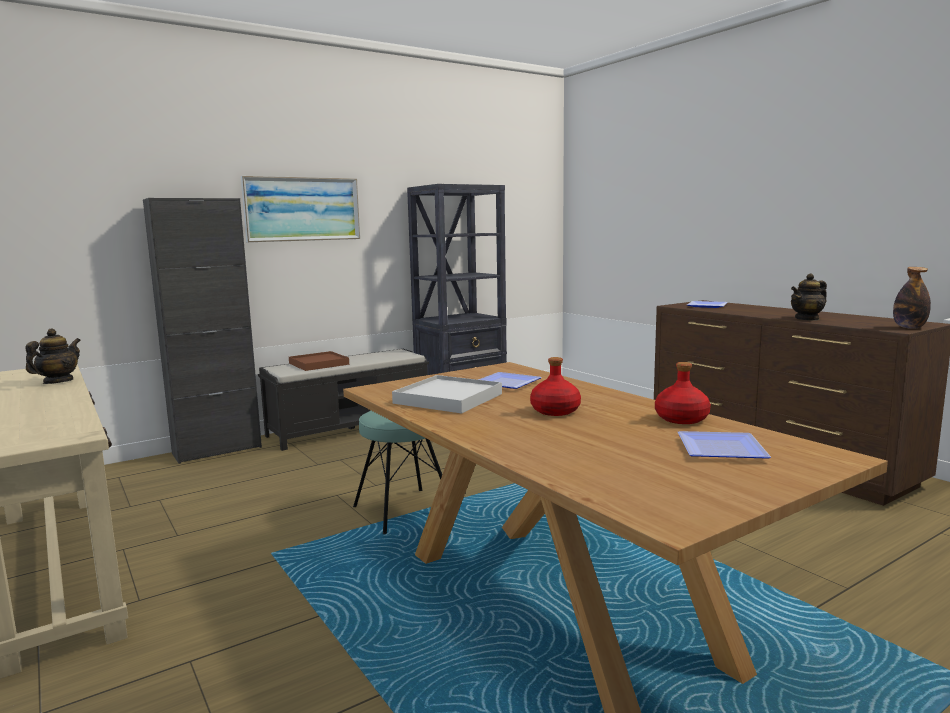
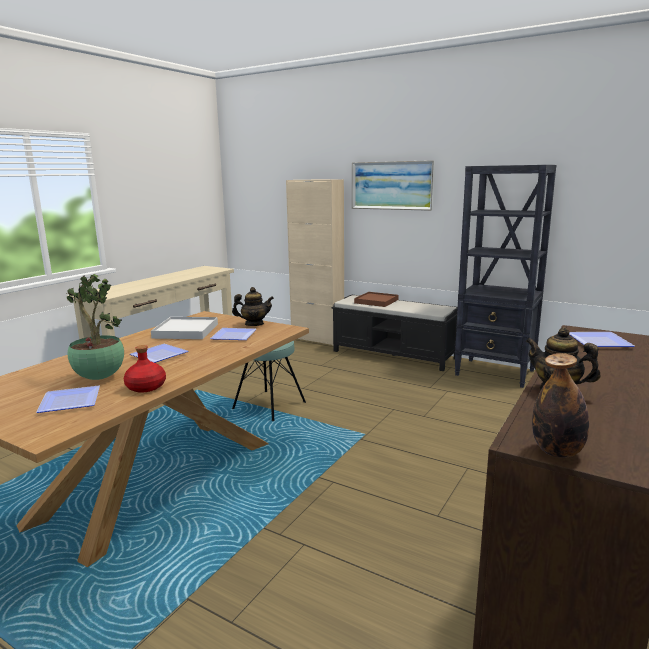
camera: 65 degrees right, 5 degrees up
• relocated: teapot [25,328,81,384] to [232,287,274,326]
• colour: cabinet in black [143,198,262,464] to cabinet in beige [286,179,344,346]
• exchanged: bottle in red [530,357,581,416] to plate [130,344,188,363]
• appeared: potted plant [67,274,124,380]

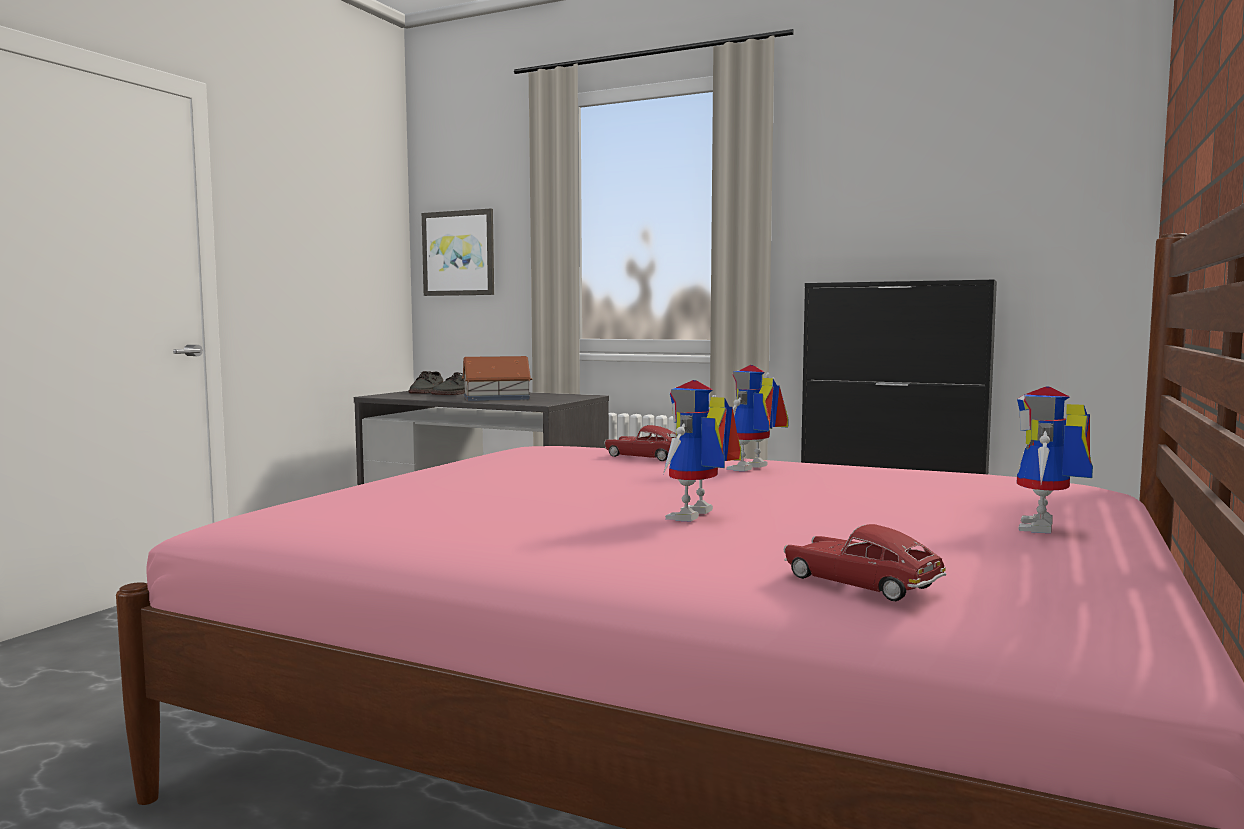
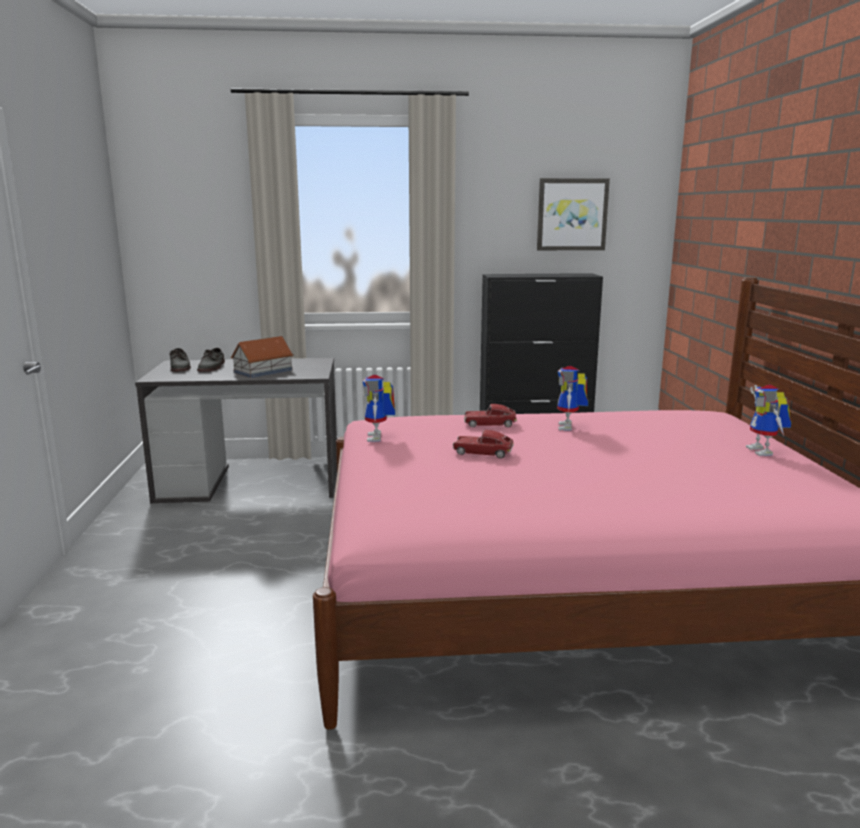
camera: 30 degrees left, 10 degrees up
• relocated: picture [422,209,494,296] to [537,178,610,250]
• relocated: toy robot [663,380,741,521] to [362,375,395,442]
• relocated: toy car [784,524,946,601] to [453,430,514,458]

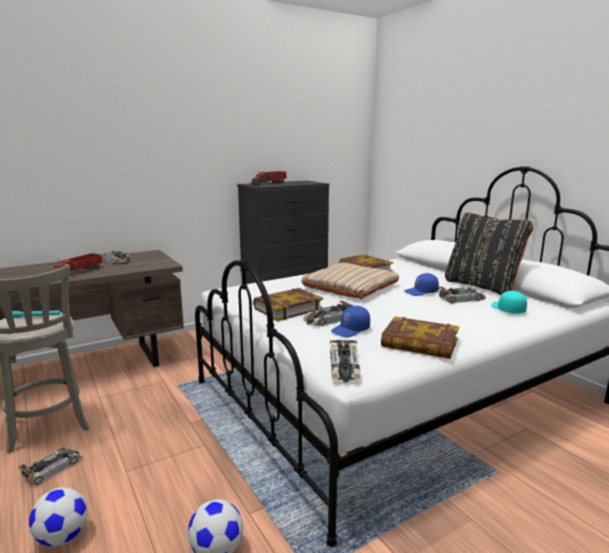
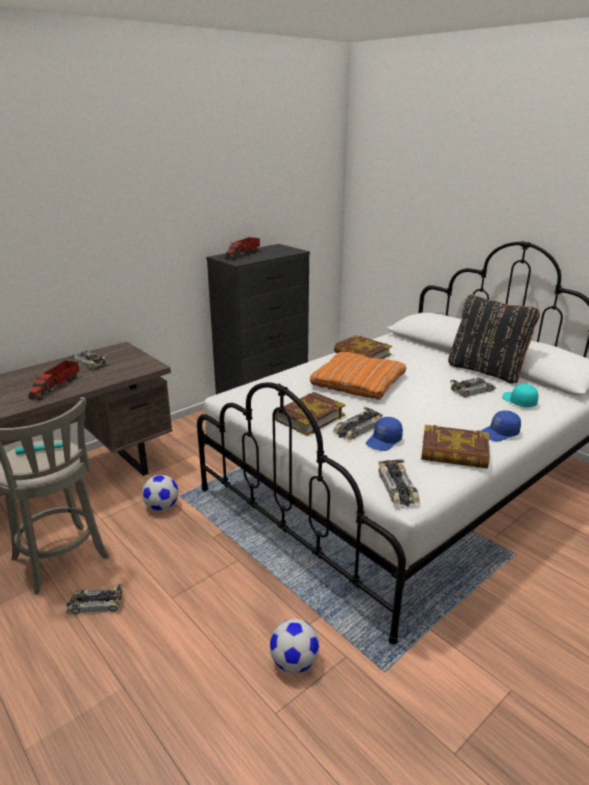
camera: 10 degrees left, 10 degrees up
• spun: toy car [18,447,83,485] = [65,584,123,614] 120 degrees counterclockwise
• relocated: football [29,487,88,546] to [142,475,179,511]
• colour: pillow in beige [301,263,399,299] to pillow in orange [310,352,406,400]
• relocated: cap in blue [404,273,439,296] to [481,410,521,441]

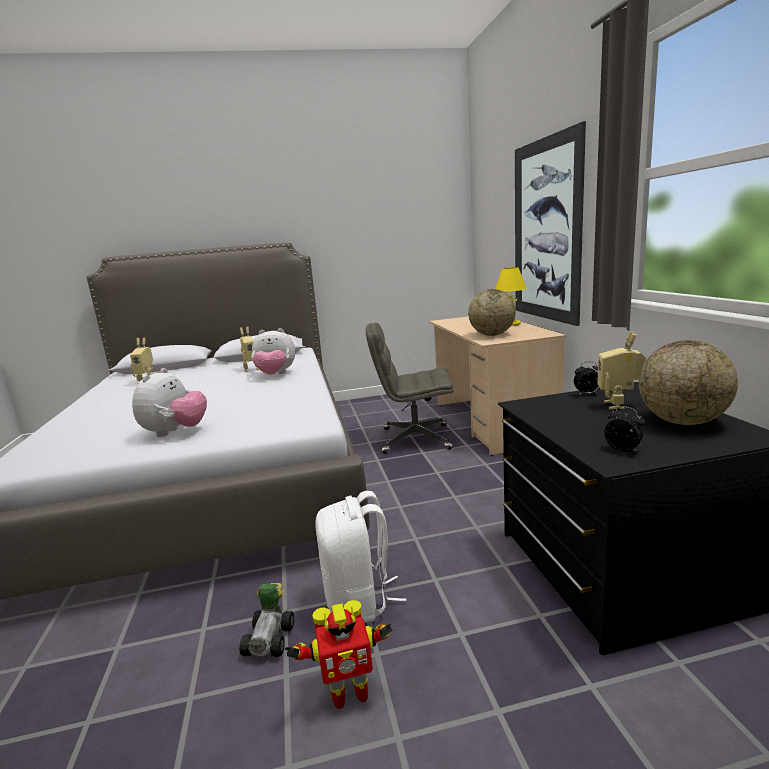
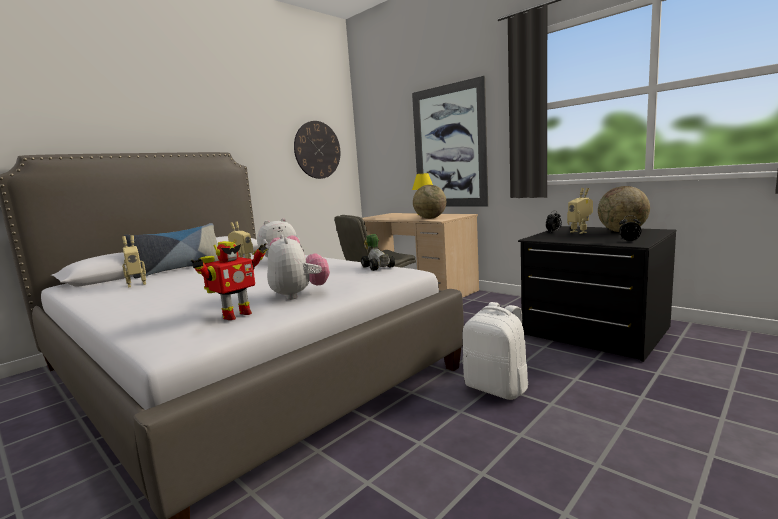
camera: 35 degrees left, 5 degrees down
• relocated: toy car [239,583,294,657] to [361,234,395,271]
• relocated: toy robot [284,600,393,709] to [191,241,268,320]
• appeared: pillow [124,223,219,278]
• appeared: wall clock [294,121,340,179]

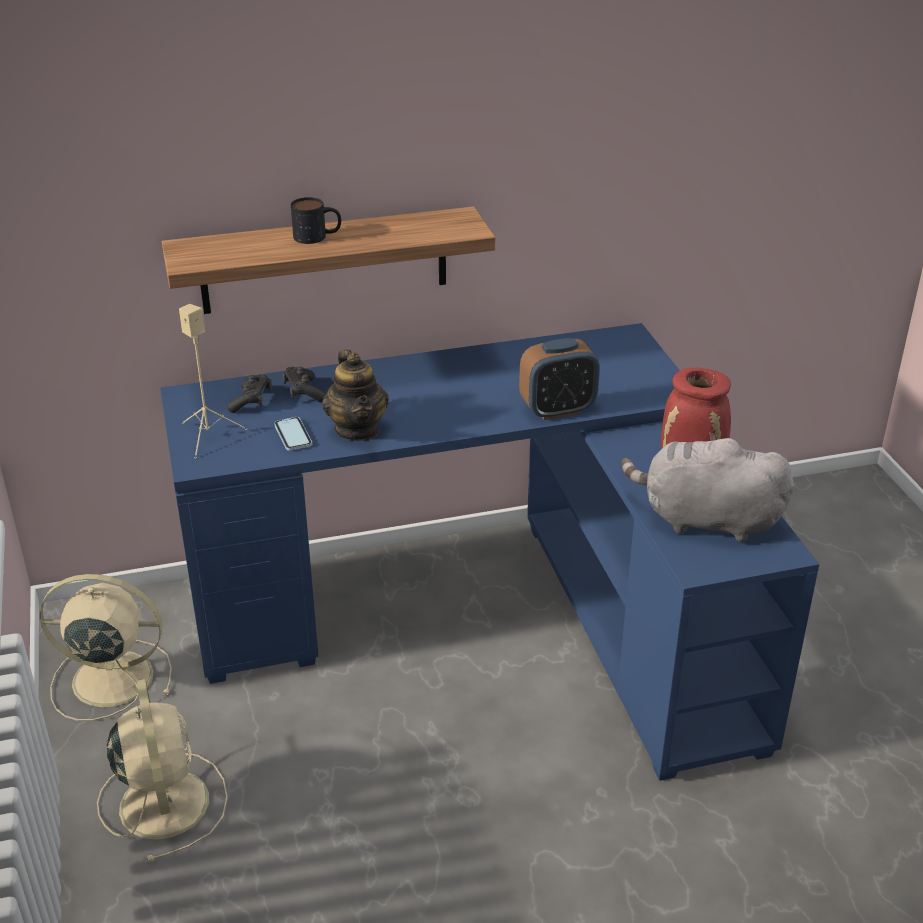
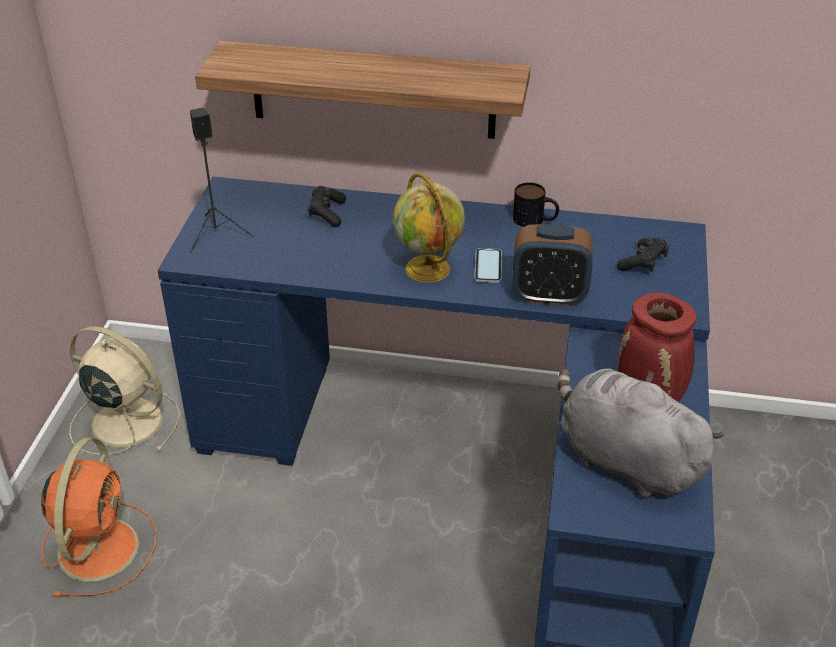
camera: 25 degrees right, 5 degrees up
• colour: fan in beige [97,679,228,862] to fan in orange [41,438,157,597]
• colour: speaker in beige [179,304,247,459] to speaker in black [190,107,253,253]
• relocated: game controller in black [227,374,272,413] to [617,237,669,272]
• relocated: phone [274,417,312,451] to [474,248,502,283]
• relocated: mug [291,197,341,244] to [513,182,559,227]
• missing: teapot [322,349,389,441]
• appeared: globe [393,173,465,283]

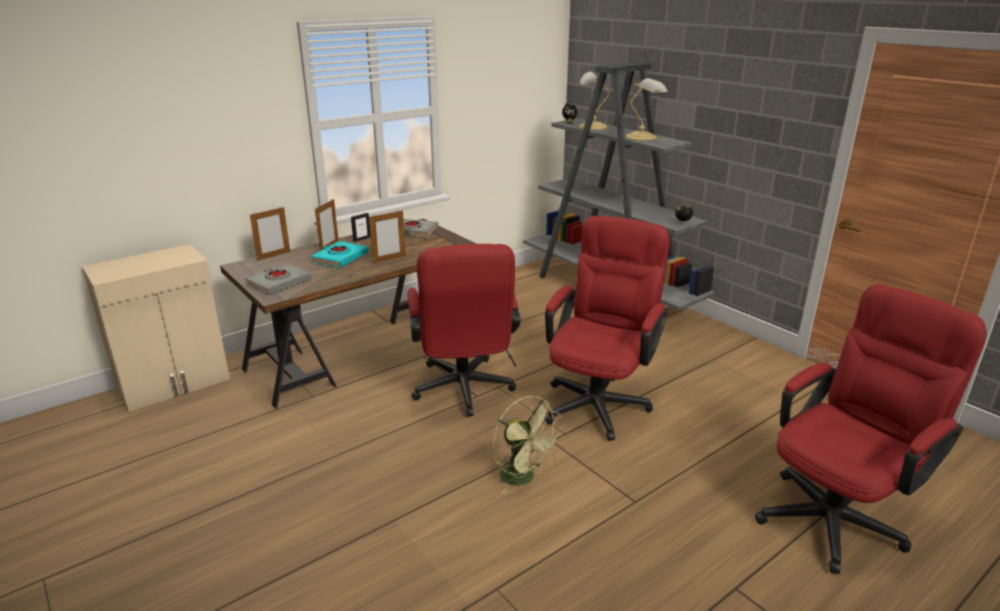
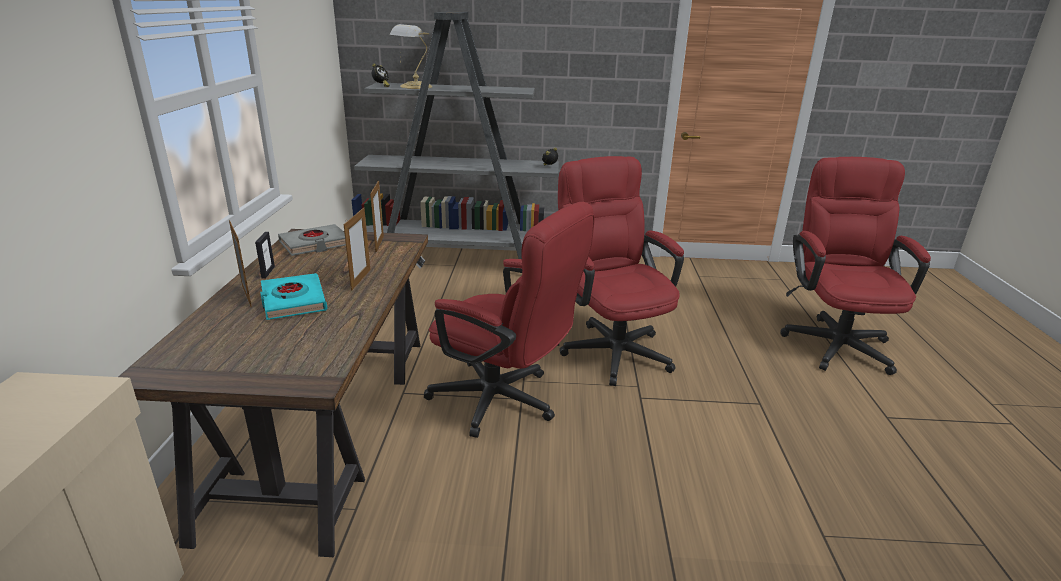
camera: 50 degrees left, 0 degrees up
• missing: book in grey [245,263,312,295]
• relocated: picture frame [250,207,290,261] to [370,181,384,252]
• missing: fan in green [493,396,563,495]
• missing: table lamp [626,78,668,140]

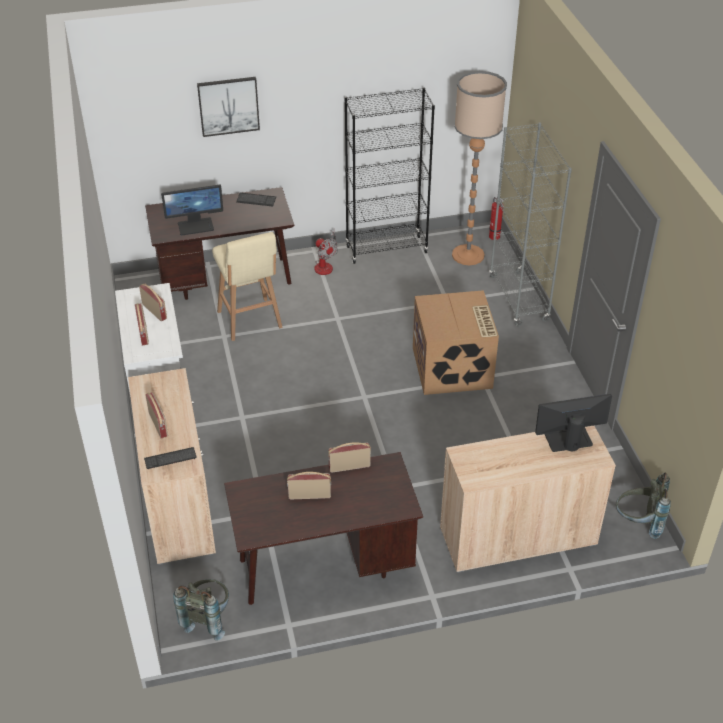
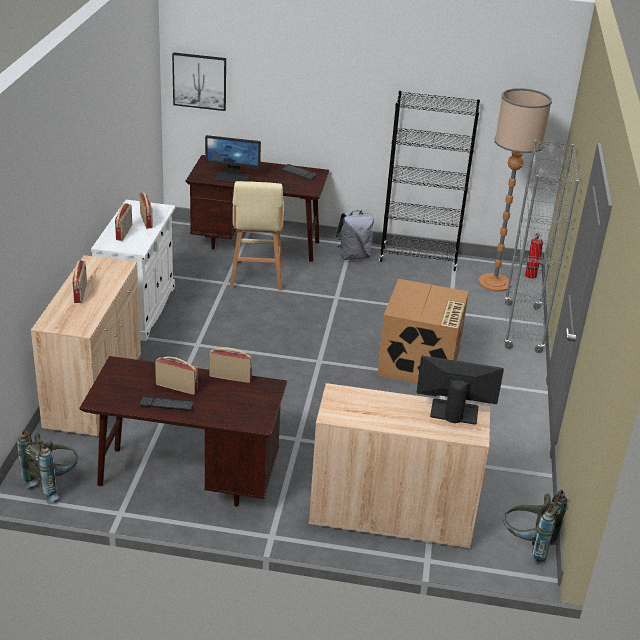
camera: 20 degrees right, 10 degrees down
• relocated: keyboard [144,447,197,469] to [139,396,195,412]
• relocated: picture [197,77,260,137] to [172,52,226,111]
• exchanged: fan [314,228,338,275] to backpack in grey [335,210,374,260]

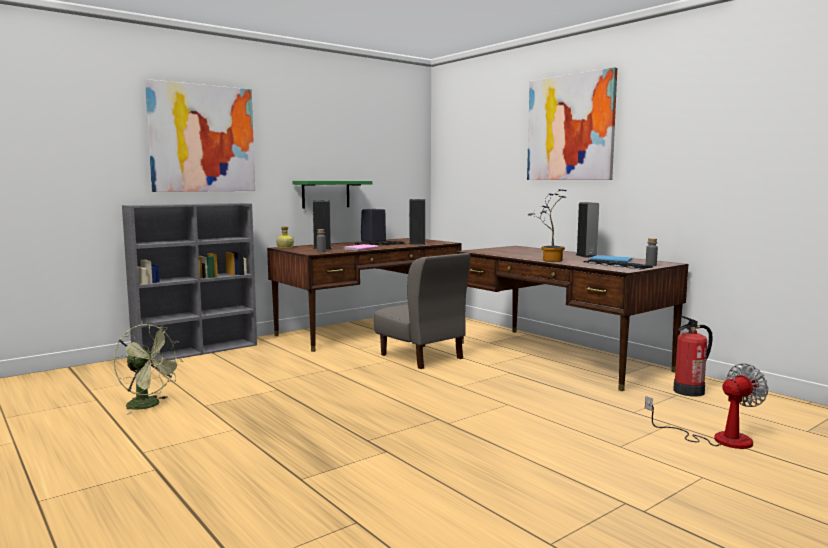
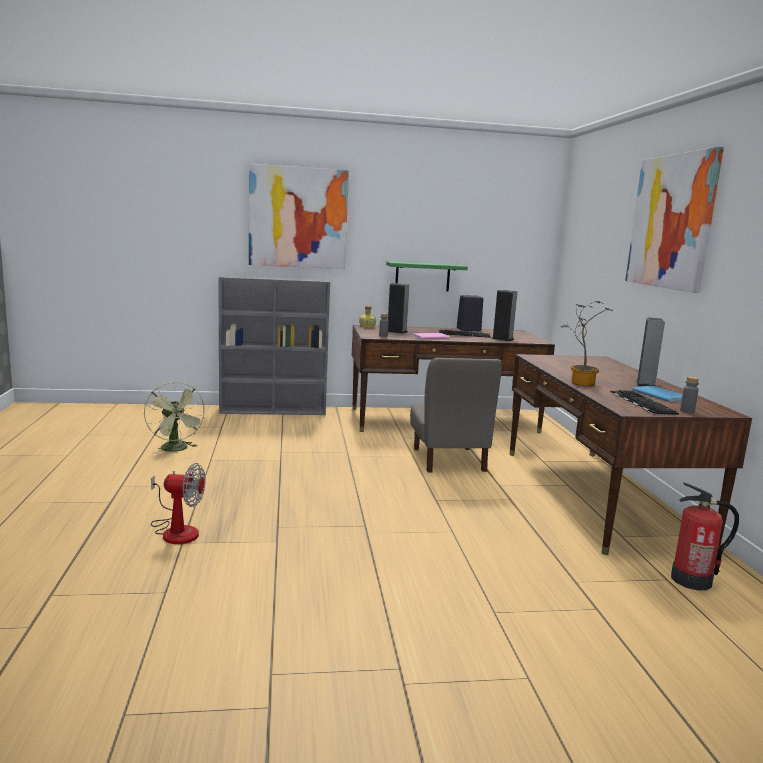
camera: 30 degrees right, 5 degrees up
• relocated: fan [645,363,768,449] to [151,463,206,544]

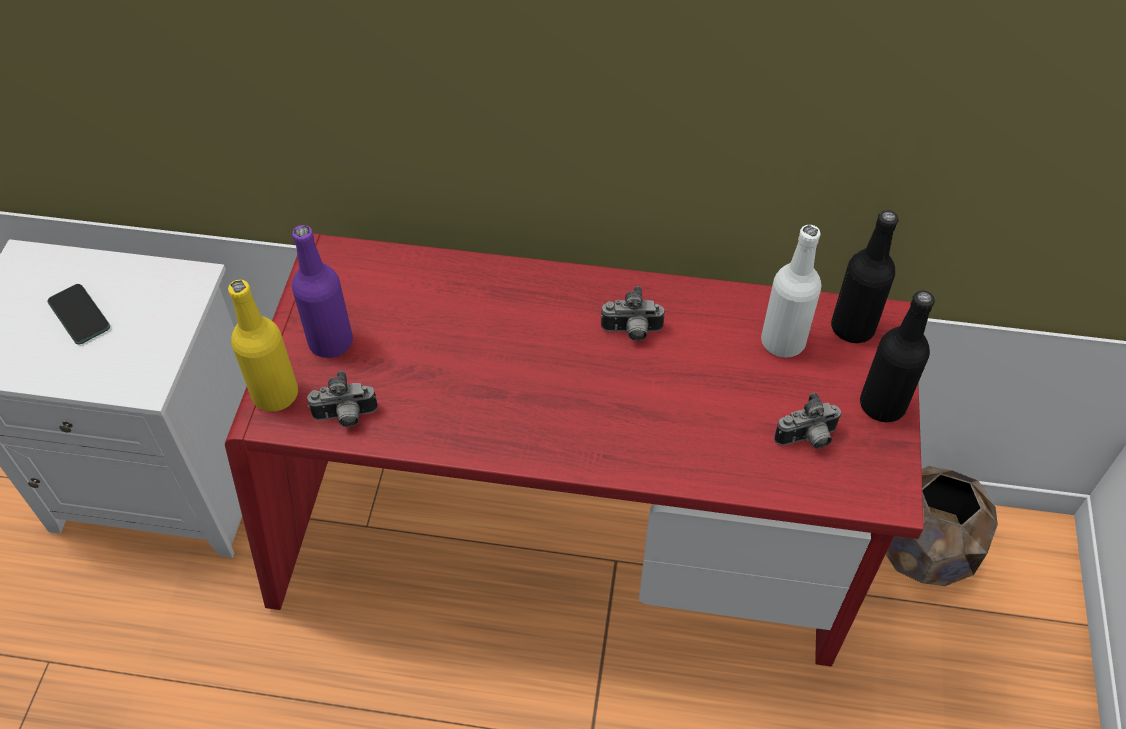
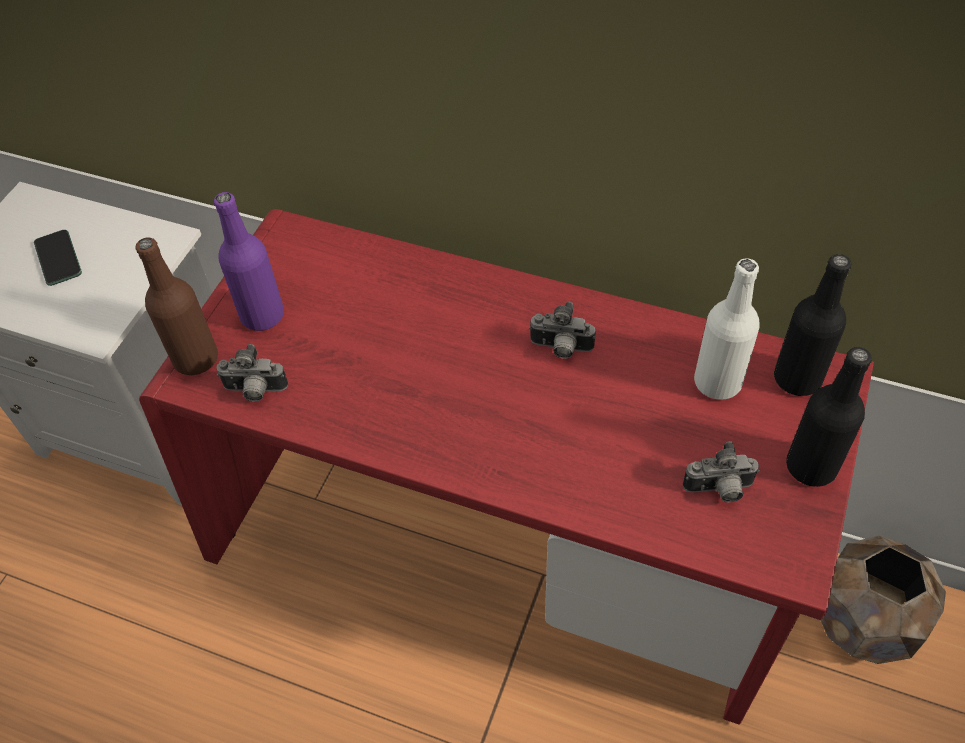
camera: 15 degrees right, 0 degrees up
• colour: bottle in yellow [228,280,298,412] to bottle in brown [136,238,218,375]

